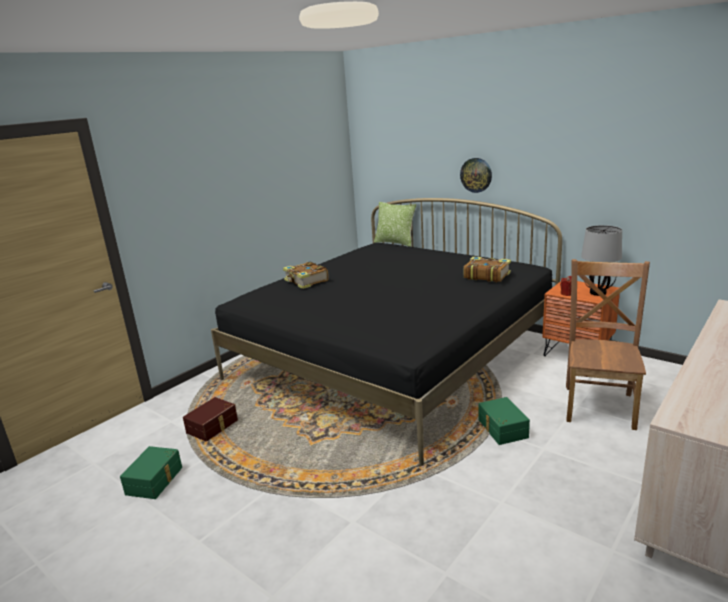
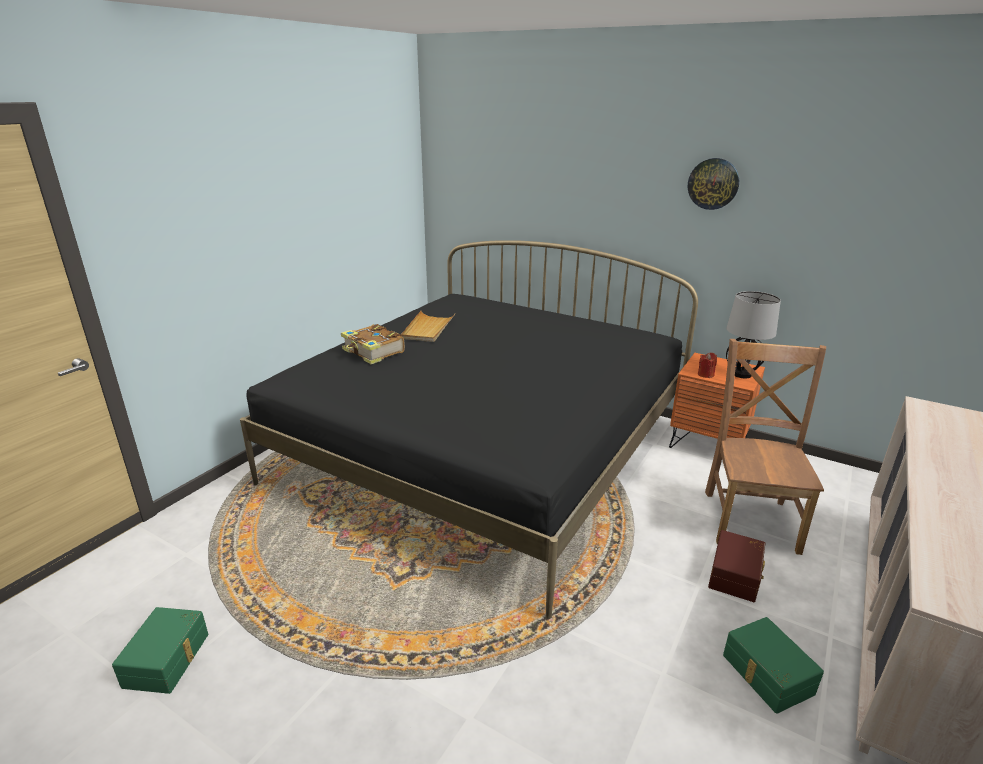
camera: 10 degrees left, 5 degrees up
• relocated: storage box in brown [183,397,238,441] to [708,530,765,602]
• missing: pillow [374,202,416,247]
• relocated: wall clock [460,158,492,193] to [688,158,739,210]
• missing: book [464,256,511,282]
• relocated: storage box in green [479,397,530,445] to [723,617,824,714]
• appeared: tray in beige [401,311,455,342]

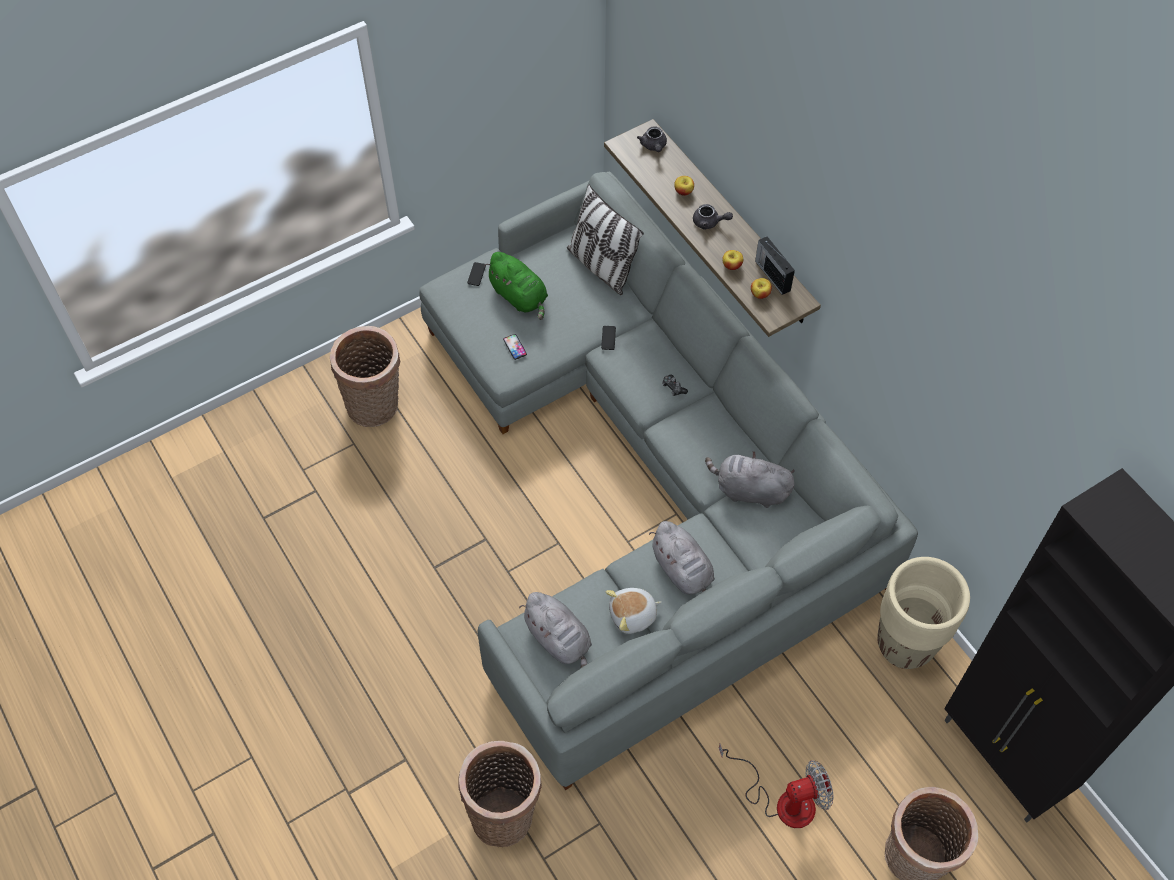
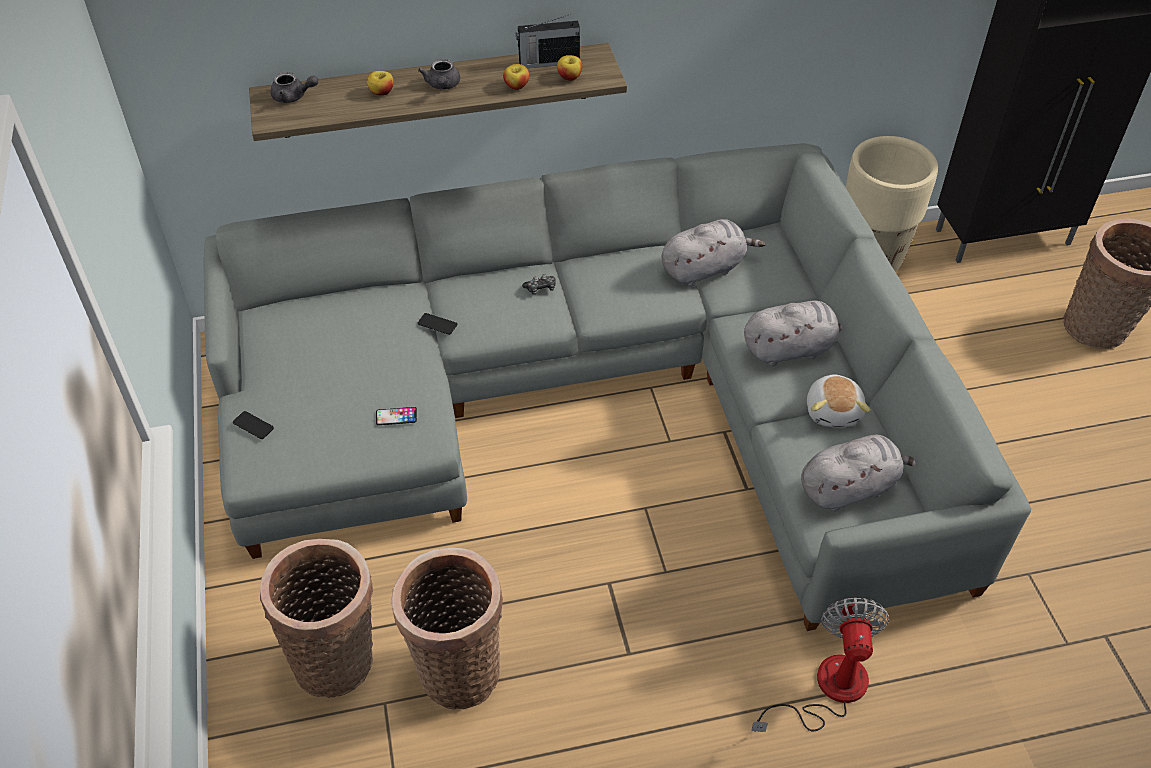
camera: 70 degrees left, 10 degrees down
• relocated: basket [458,741,542,847] to [391,548,503,709]
• missing: plush toy in green [484,252,548,320]
• missing: pillow [567,185,644,295]
• spun: teapot in grey [693,204,733,230] = [418,59,460,89] 135 degrees clockwise
• spun: plush toy in grey [705,451,795,508] = [662,219,766,287] 150 degrees counterclockwise
• relocated: fan [719,744,834,828] to [751,598,889,732]

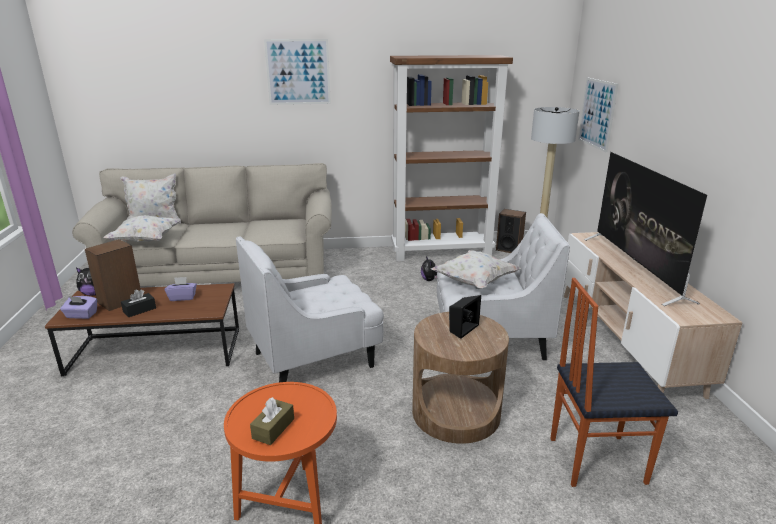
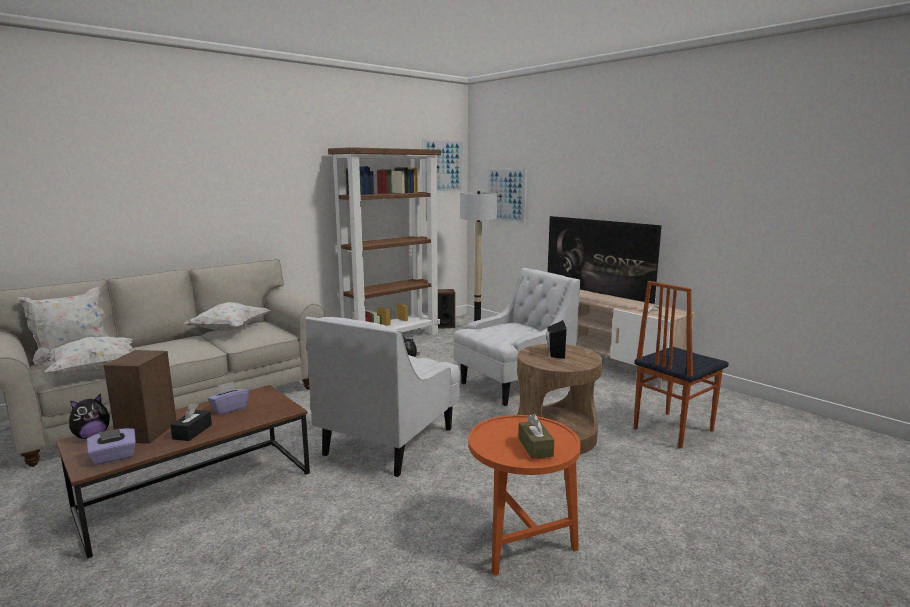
camera: 35 degrees left, 10 degrees down
• relocated: picture [264,39,331,105] to [422,139,463,193]
• relocated: pillow in white [431,250,521,289] to [184,302,271,331]

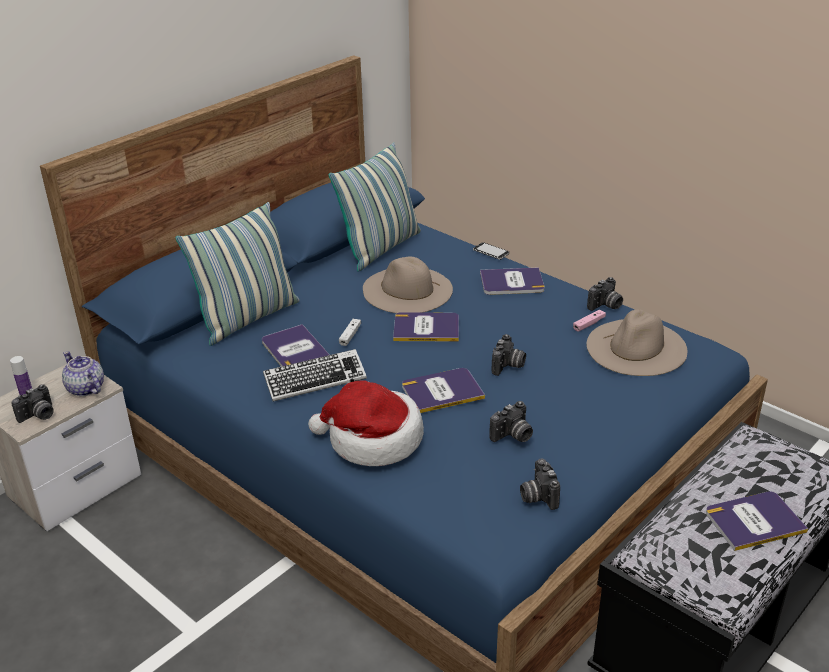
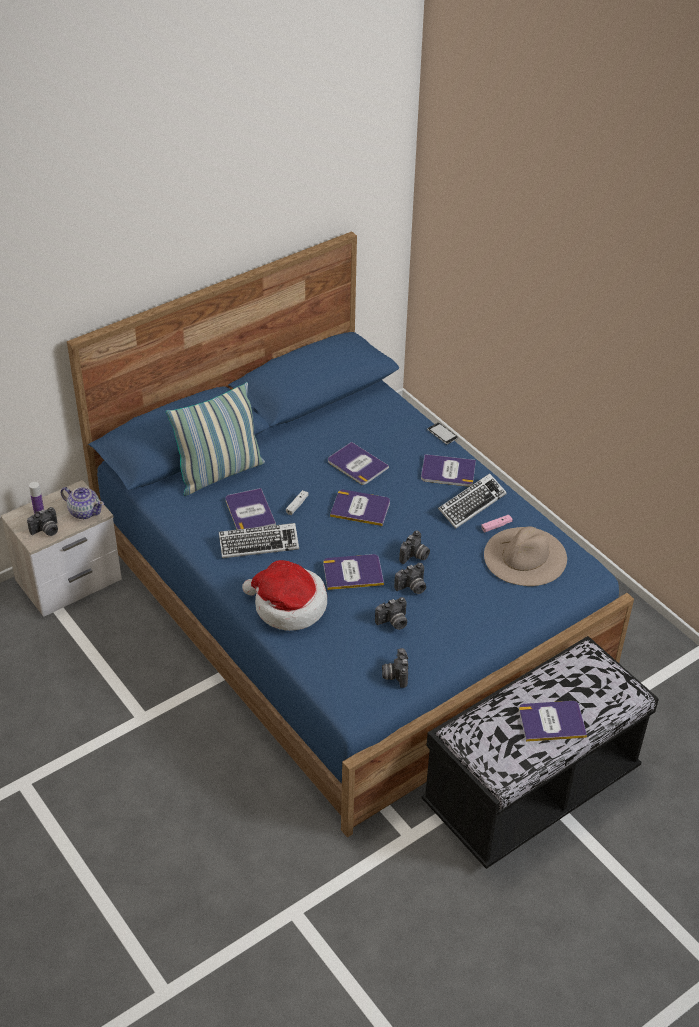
camera: 10 degrees right, 10 degrees up
• spun: teapot [62,351,104,396] = [61,487,104,519] 150 degrees clockwise
• missing: pillow [329,143,421,272]
• exchanged: hat in beige [363,257,453,313] to book [328,442,389,485]
• relocated: photo camera [587,277,623,311] to [394,563,426,594]
• appeared: keyboard [438,473,507,529]

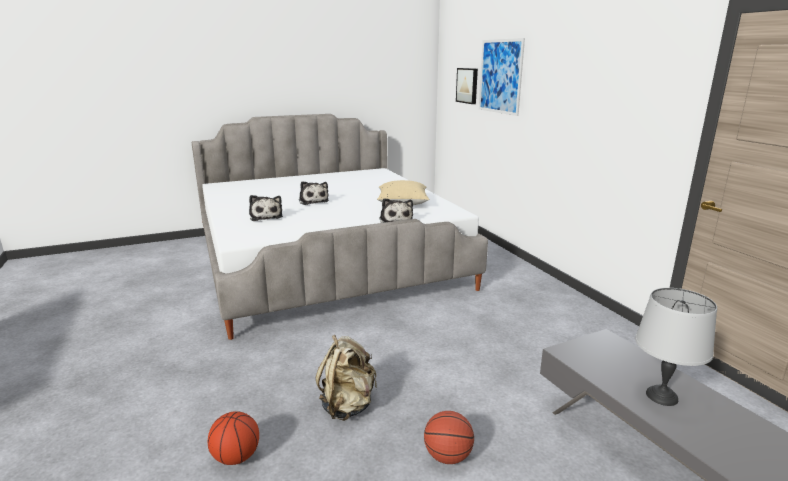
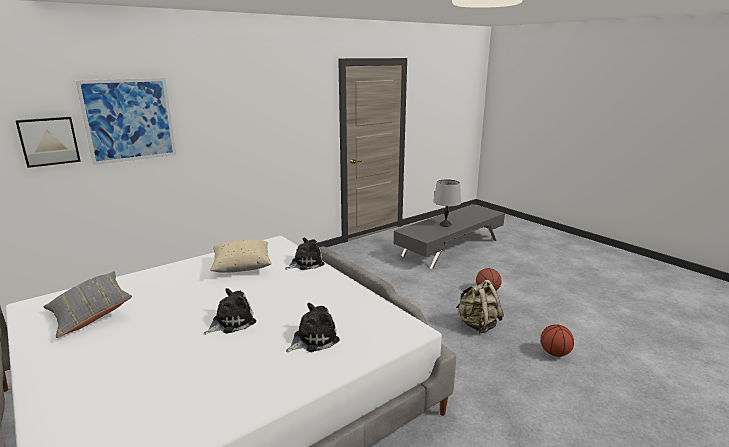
camera: 105 degrees left, 0 degrees up
• appeared: pillow in grey [43,271,132,338]

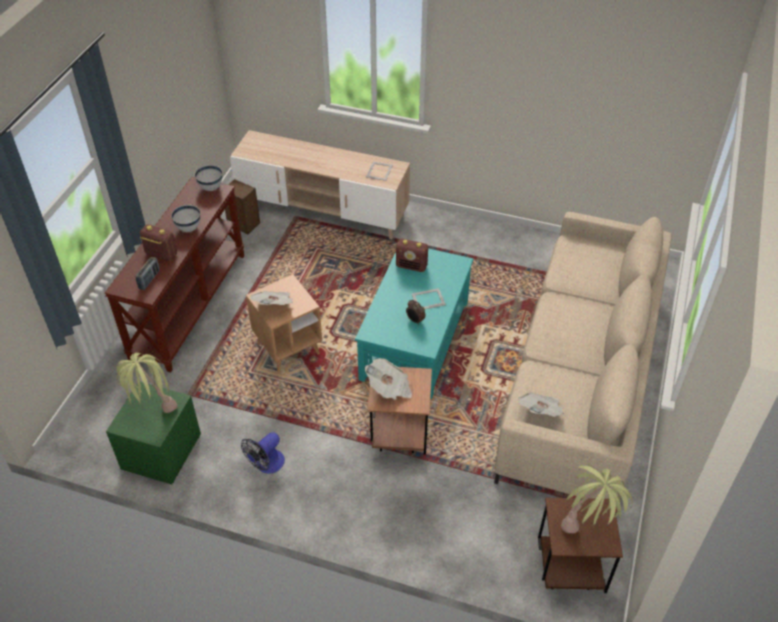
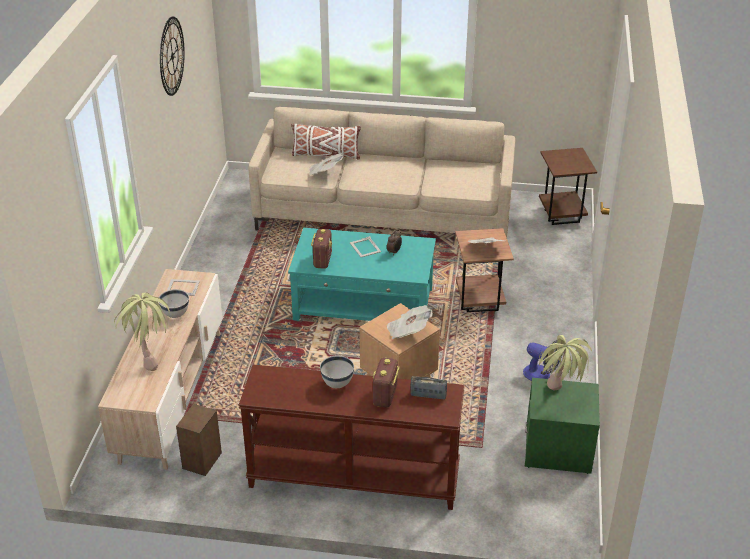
camera: 100 degrees left, 10 degrees down
• relocated: bowl in white [195,165,222,191] to [159,289,189,318]
• relocated: newspaper [518,392,564,417] to [309,153,343,176]
• relocated: potted plant [561,465,633,533] to [114,293,170,371]
• appeared: wall clock [160,17,185,96]
• appeared: pillow in white [291,123,361,160]

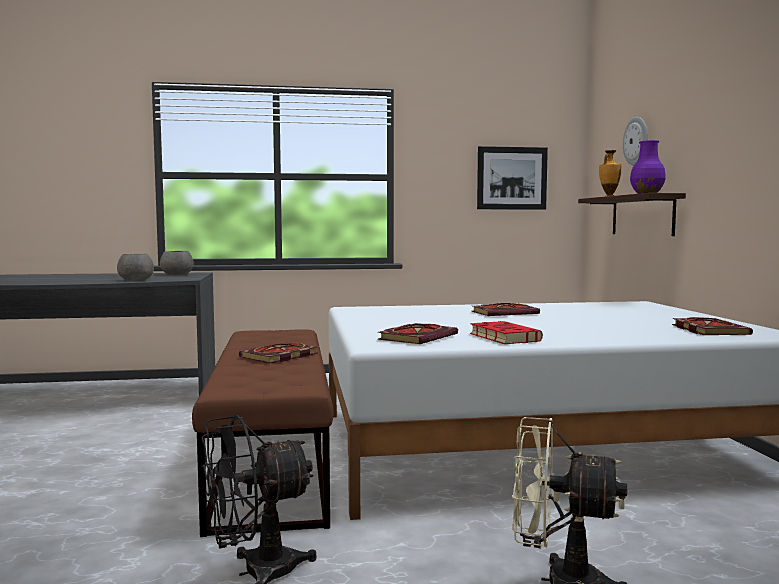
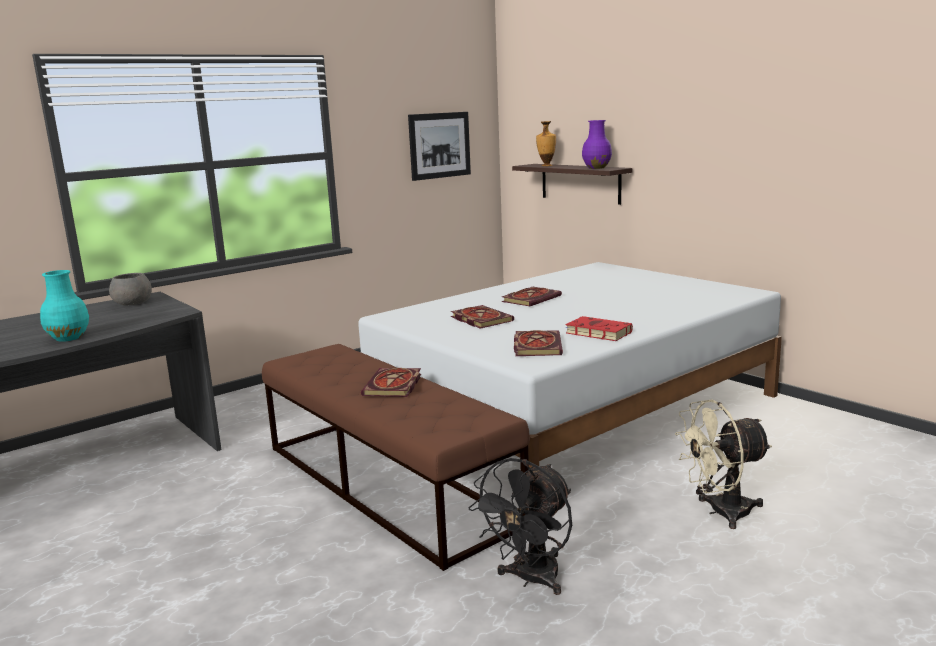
camera: 30 degrees left, 10 degrees up
• missing: bowl in grey [117,254,154,280]
• missing: wall clock [623,117,648,165]
• relocated: book [672,317,753,335] to [451,305,514,329]
• appeared: vase in turquoise [40,270,89,342]

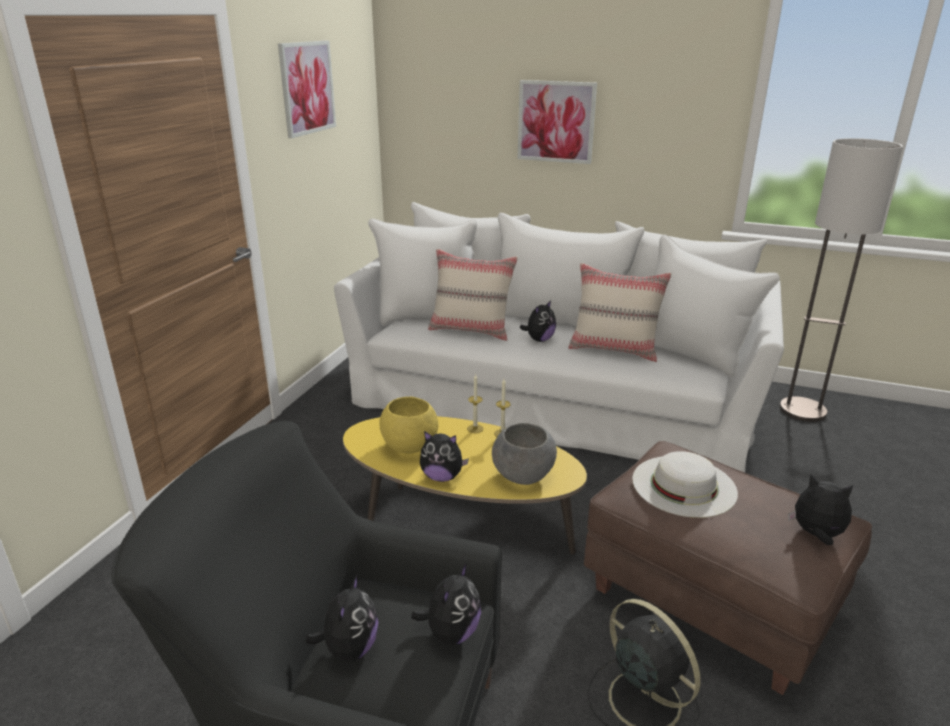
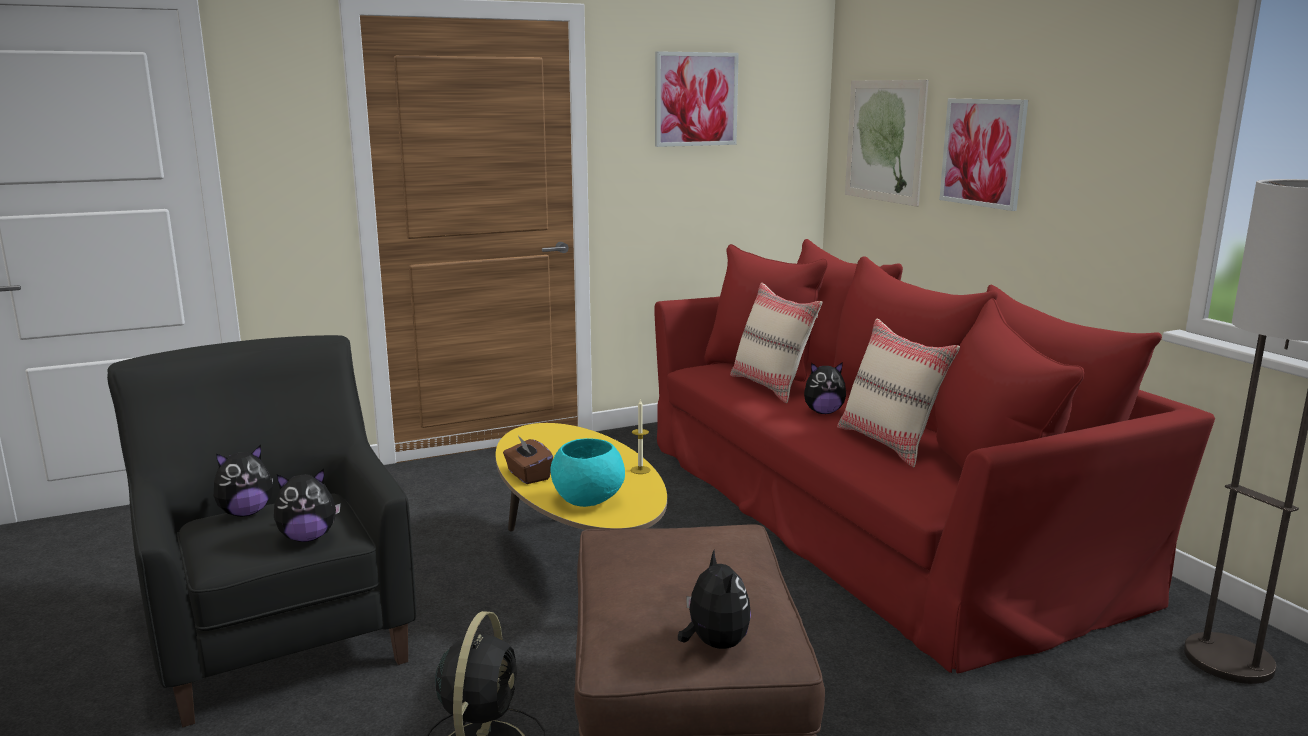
camera: 45 degrees right, 10 degrees down
• colour: sofa in white [334,202,784,473] to sofa in red [654,239,1215,673]
• missing: bowl in yellow [379,397,438,453]
• exchanged: plush toy [420,431,469,482] to tissue box in brown [503,436,553,484]
• missing: candle [467,373,484,433]
• colour: bowl in grey [492,423,557,485] to bowl in turquoise [550,438,625,507]
• missing: hat in white [632,451,738,518]
• appeared: picture [845,80,929,207]

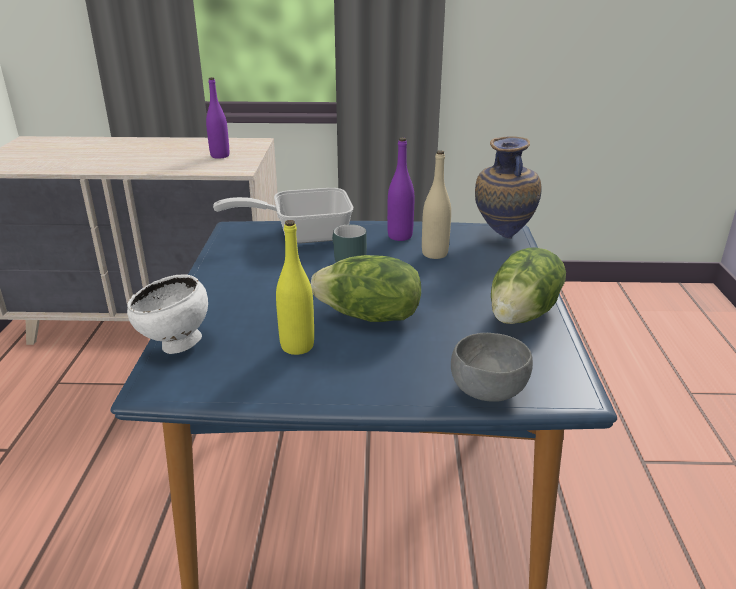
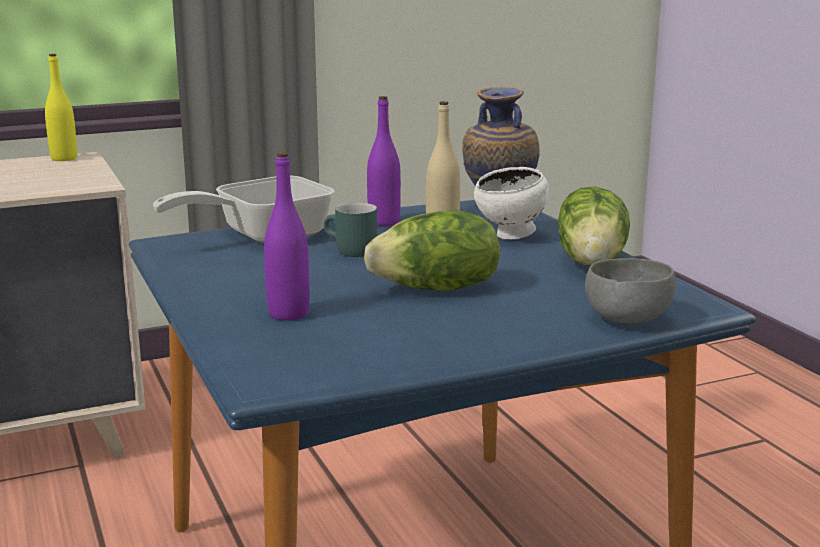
camera: 25 degrees left, 10 degrees down
• relocated: bowl in white [127,274,208,354] to [474,167,549,240]
• relocated: bottle in purple [206,77,229,159] to [264,152,309,321]
• relocated: bottle in yellow [276,220,314,355] to [45,54,77,161]

